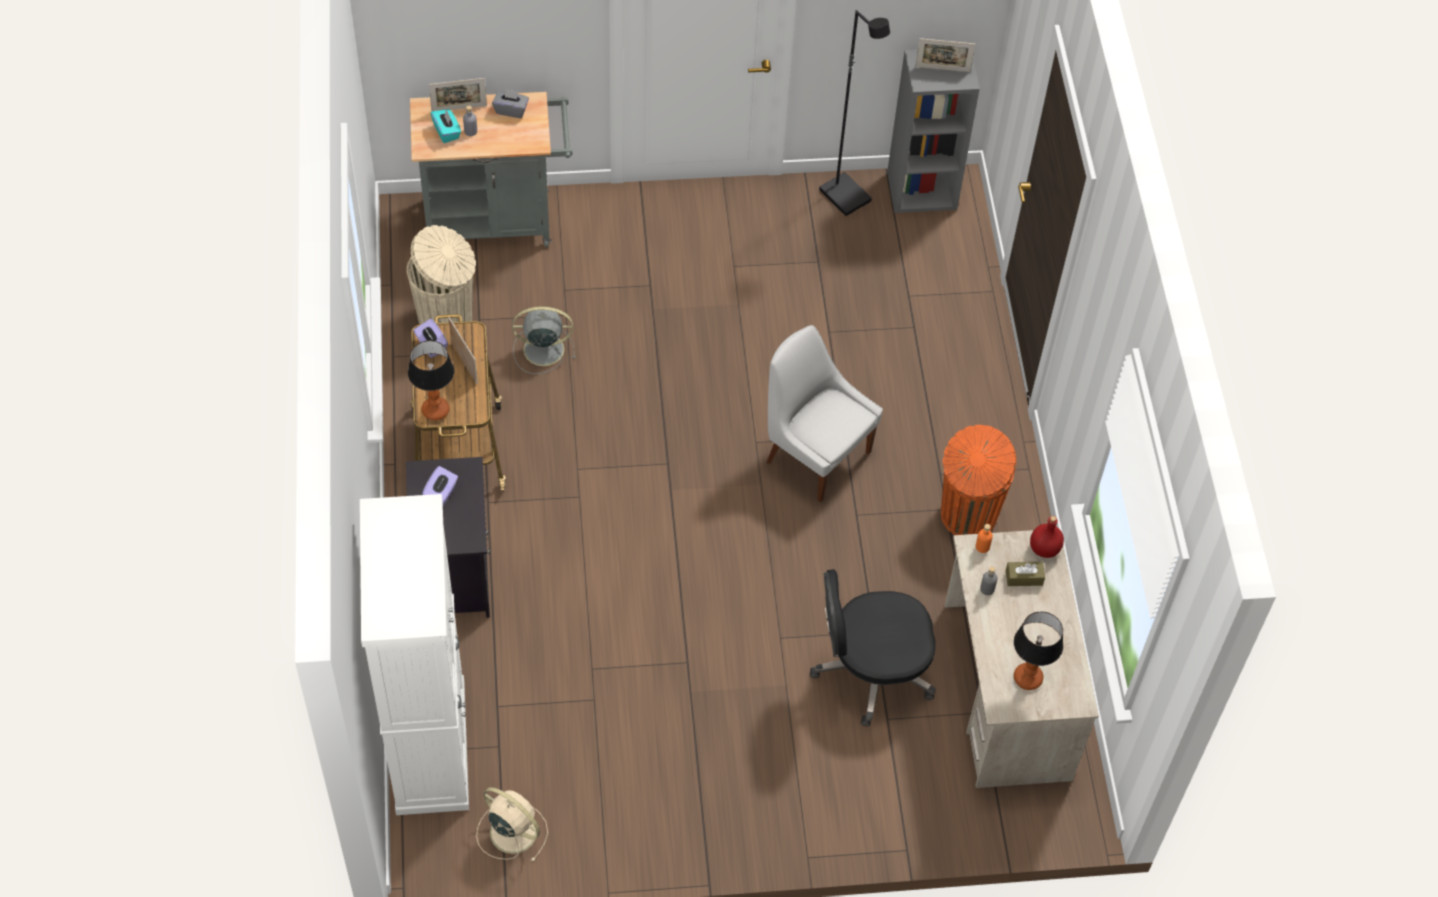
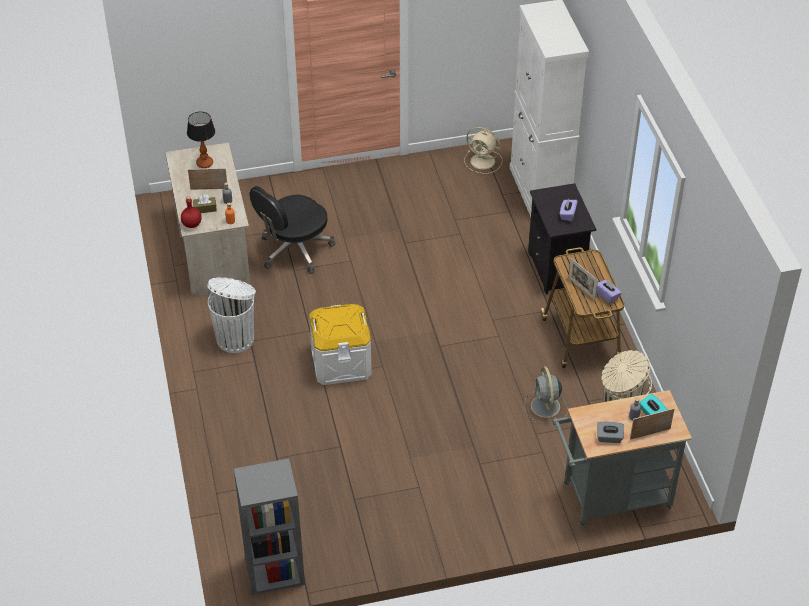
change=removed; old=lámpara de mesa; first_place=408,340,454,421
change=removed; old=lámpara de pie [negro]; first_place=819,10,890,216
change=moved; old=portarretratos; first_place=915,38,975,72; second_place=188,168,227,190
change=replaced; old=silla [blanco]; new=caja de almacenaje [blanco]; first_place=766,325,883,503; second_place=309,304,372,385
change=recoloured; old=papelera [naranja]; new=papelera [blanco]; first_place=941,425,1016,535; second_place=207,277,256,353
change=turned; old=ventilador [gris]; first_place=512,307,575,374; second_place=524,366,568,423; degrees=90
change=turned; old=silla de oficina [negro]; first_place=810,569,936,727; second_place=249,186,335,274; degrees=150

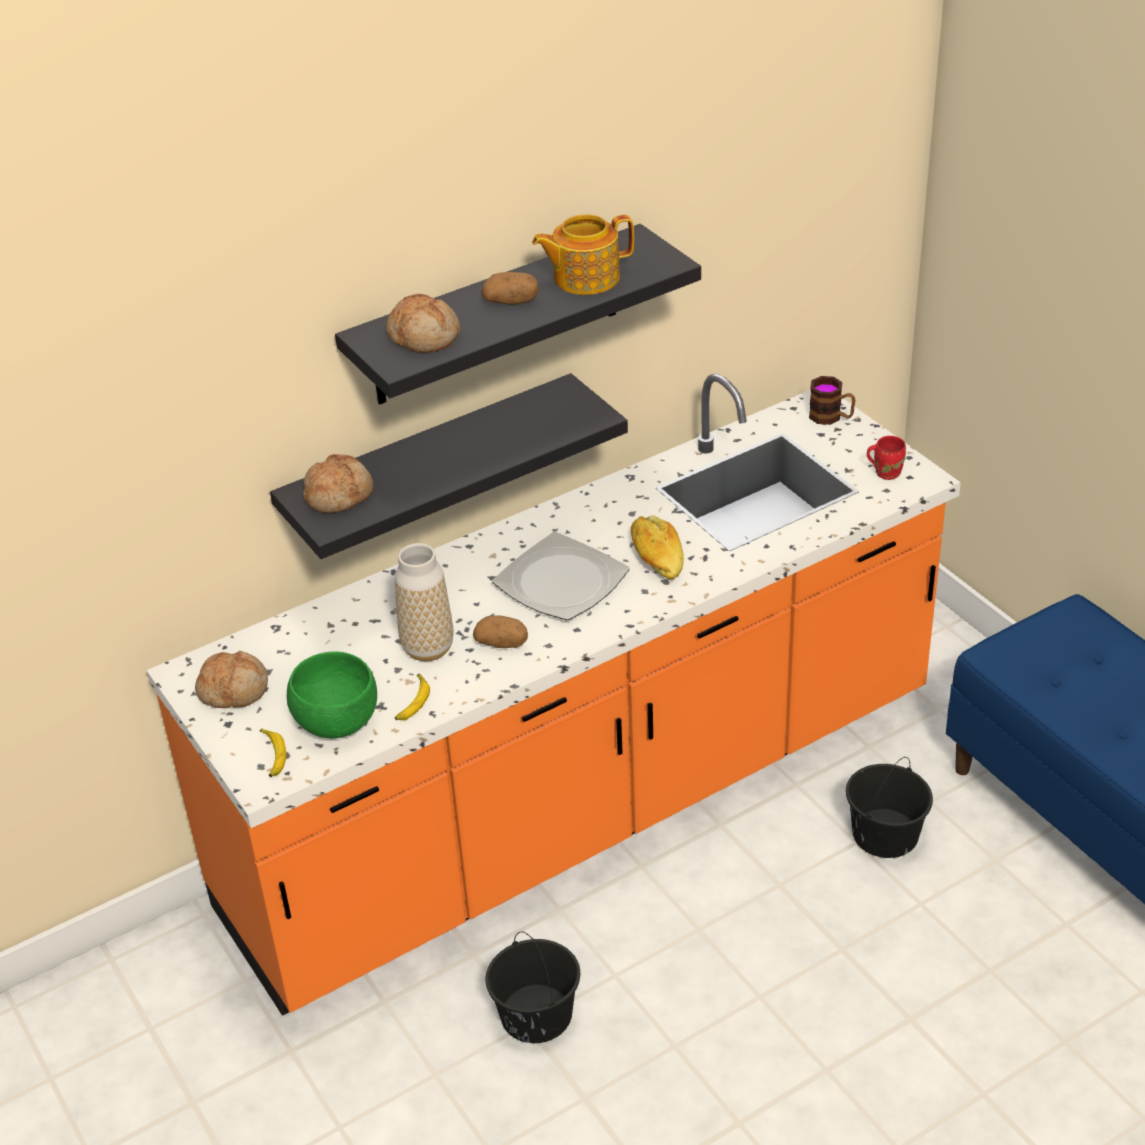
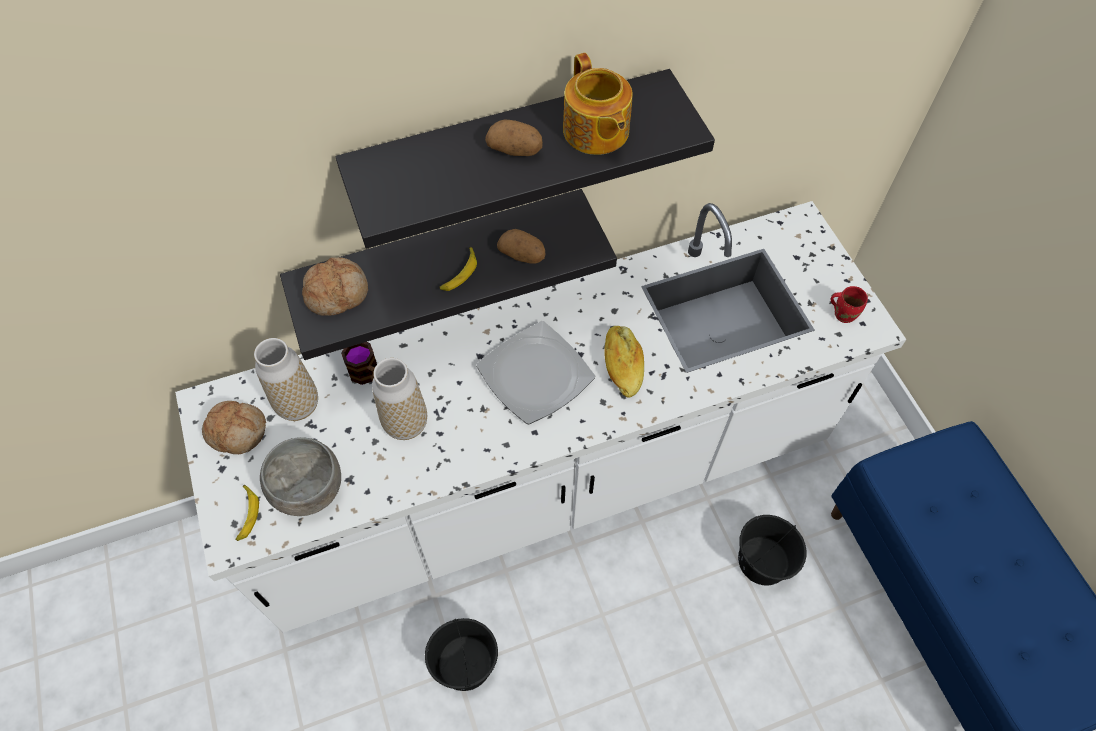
change=removed; old=pan; first_place=386,294,460,353
change=added; new=florero; second_place=254,338,318,421
change=moved; old=plátano; first_place=395,674,430,720; second_place=439,247,477,291
change=moved; old=patata; first_place=473,615,528,648; second_place=497,229,546,264
change=moved; old=taza grande; first_place=809,376,856,425; second_place=341,342,377,385
change=recoloured; old=mueble bajo de cocina [naranja]; new=mueble bajo de cocina [blanco]; first_place=146,374,961,1016; second_place=175,201,906,633
change=recoloured; old=cuenco [verde]; new=cuenco [gris]; first_place=287,652,377,738; second_place=260,437,341,516
change=turned; old=tetera; first_place=532,214,634,295; second_place=563,53,633,155; degrees=-105

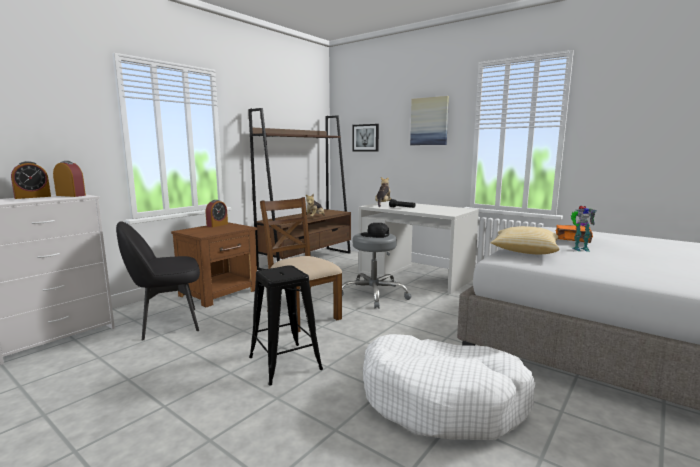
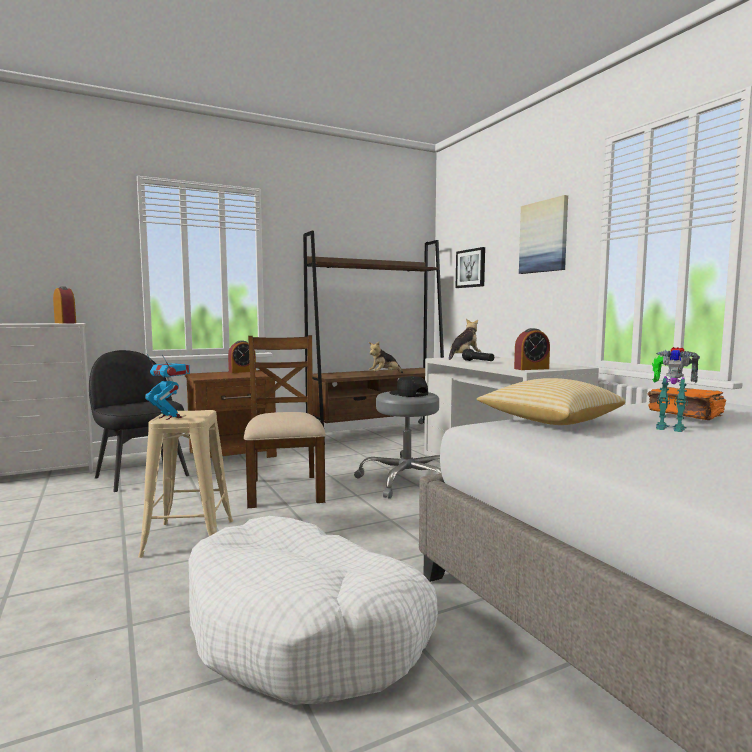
change=added; new=robot de juguete; second_place=145,354,190,420
change=moved; old=despertador; first_place=11,161,51,199; second_place=514,328,550,370
change=recoloured; old=taburete [negro]; new=taburete [beis]; first_place=249,265,323,386; second_place=138,410,233,558
change=turned; old=silla [negro]; first_place=116,221,200,341; second_place=89,350,189,492; degrees=45

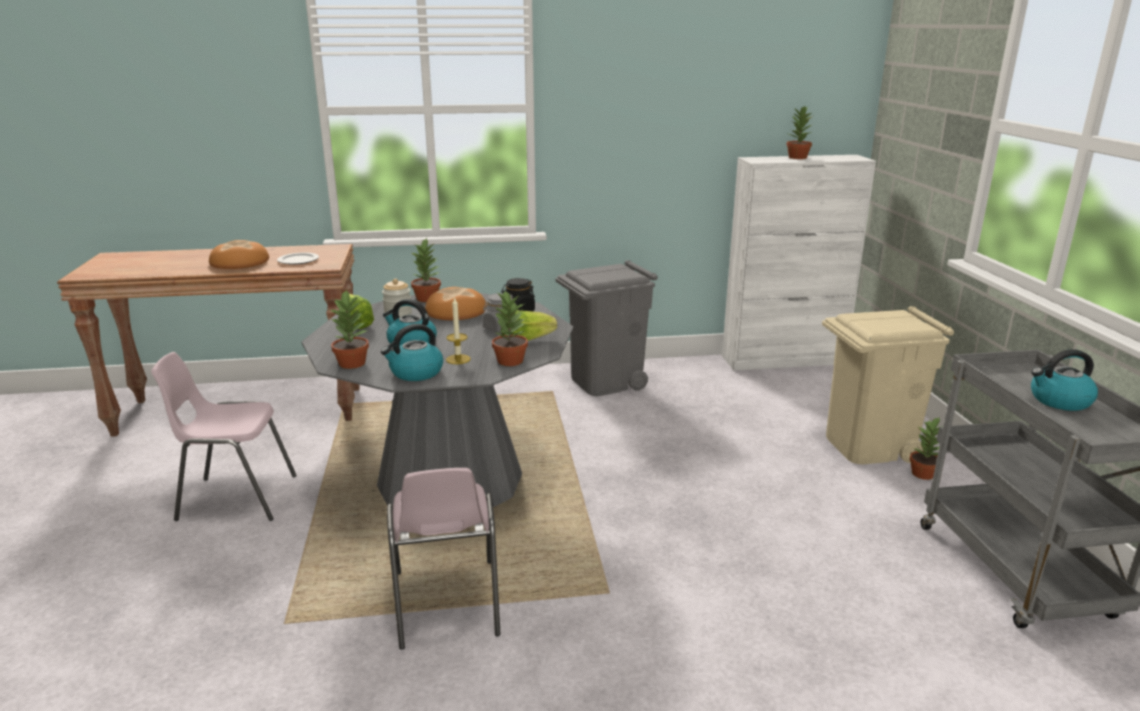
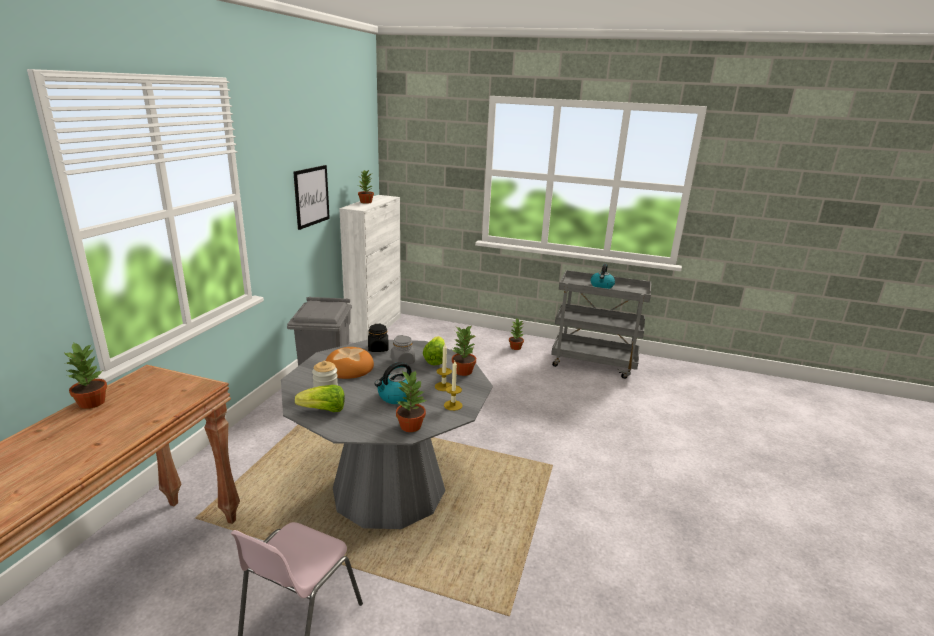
change=removed; old=pan; first_place=209,240,269,269
change=removed; old=plato; first_place=277,252,319,265
change=removed; old=silla [rosa]; first_place=387,468,500,650
change=removed; old=papelera [beis]; first_place=822,306,954,464
change=added; new=cuadro; second_place=293,165,330,230
change=moved; old=planta en maceta; first_place=410,238,441,302; second_place=63,342,107,409
change=replaced; old=hervidor; new=vela; first_place=381,324,443,381; second_place=444,361,463,411

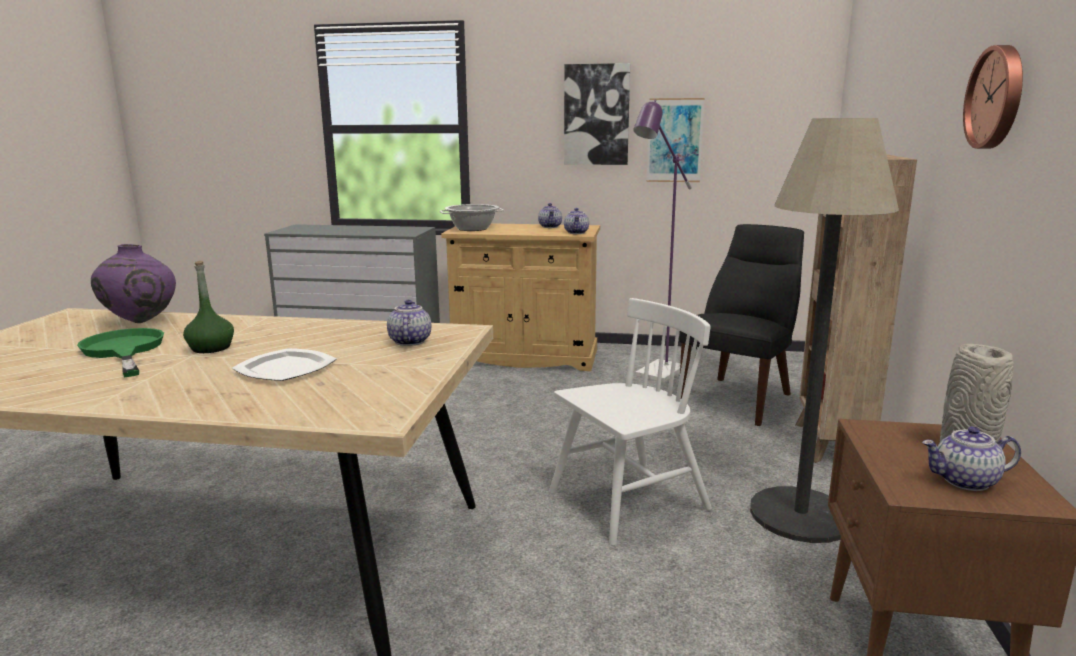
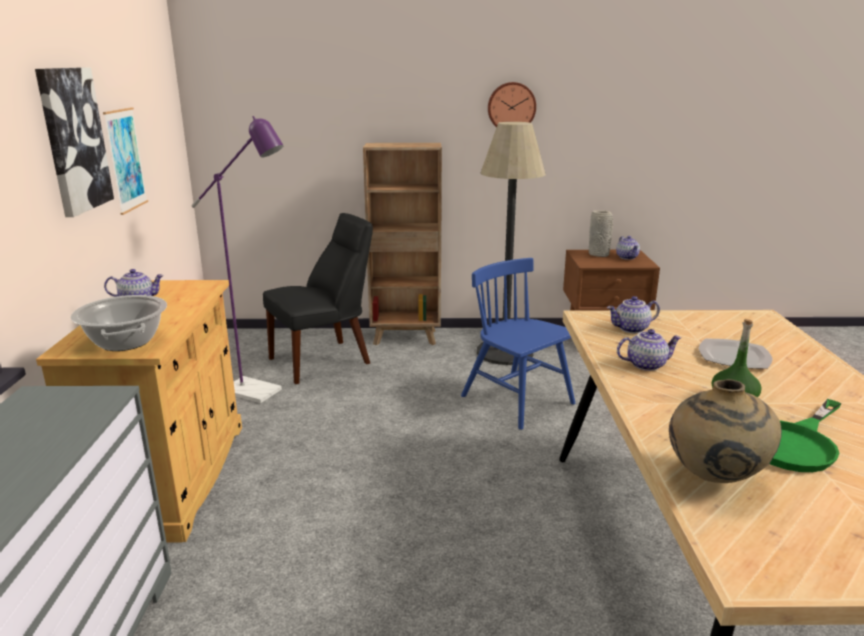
change=moved; old=tetera; first_place=564,208,589,234; second_place=617,329,681,371
change=recoloured; old=florero [morado]; new=florero [beis]; first_place=91,244,176,323; second_place=669,379,782,483
change=recoloured; old=silla [blanco]; new=silla [azul]; first_place=549,298,712,546; second_place=461,258,575,430
change=turned; old=silla [negro]; first_place=679,224,804,426; second_place=263,213,373,384; degrees=120

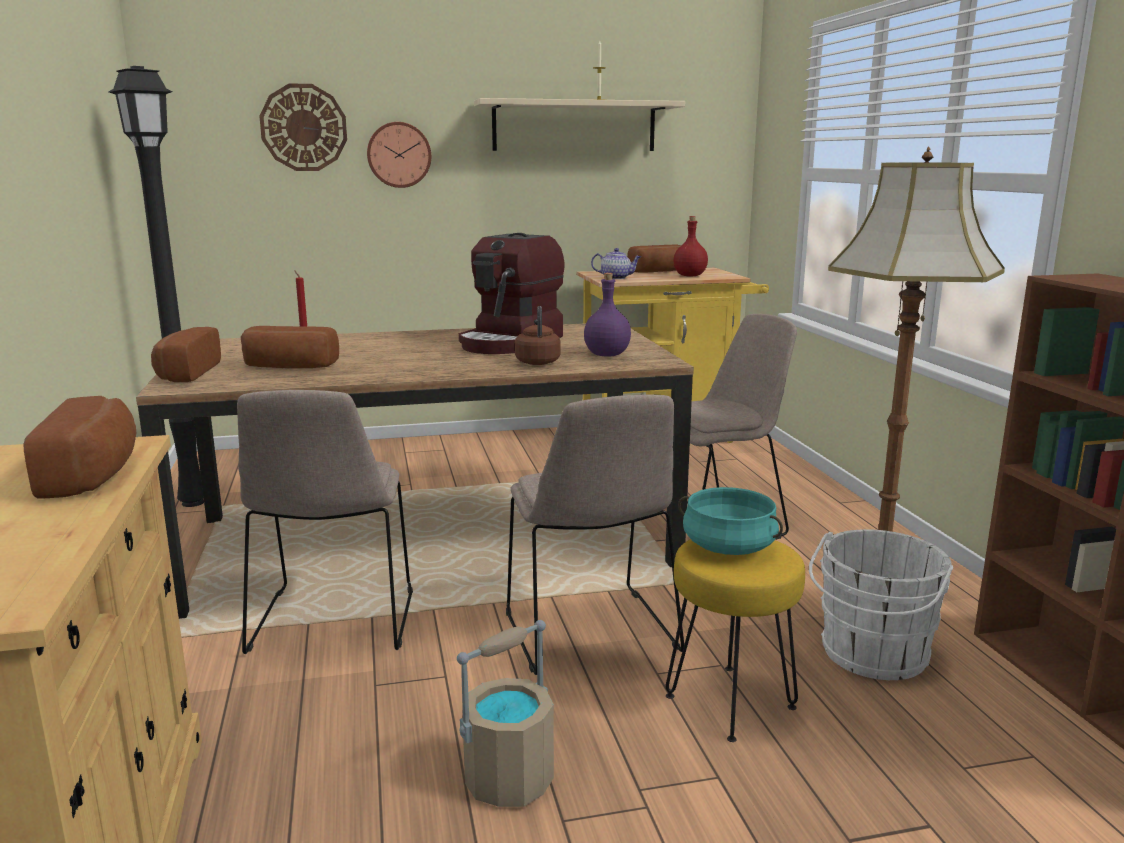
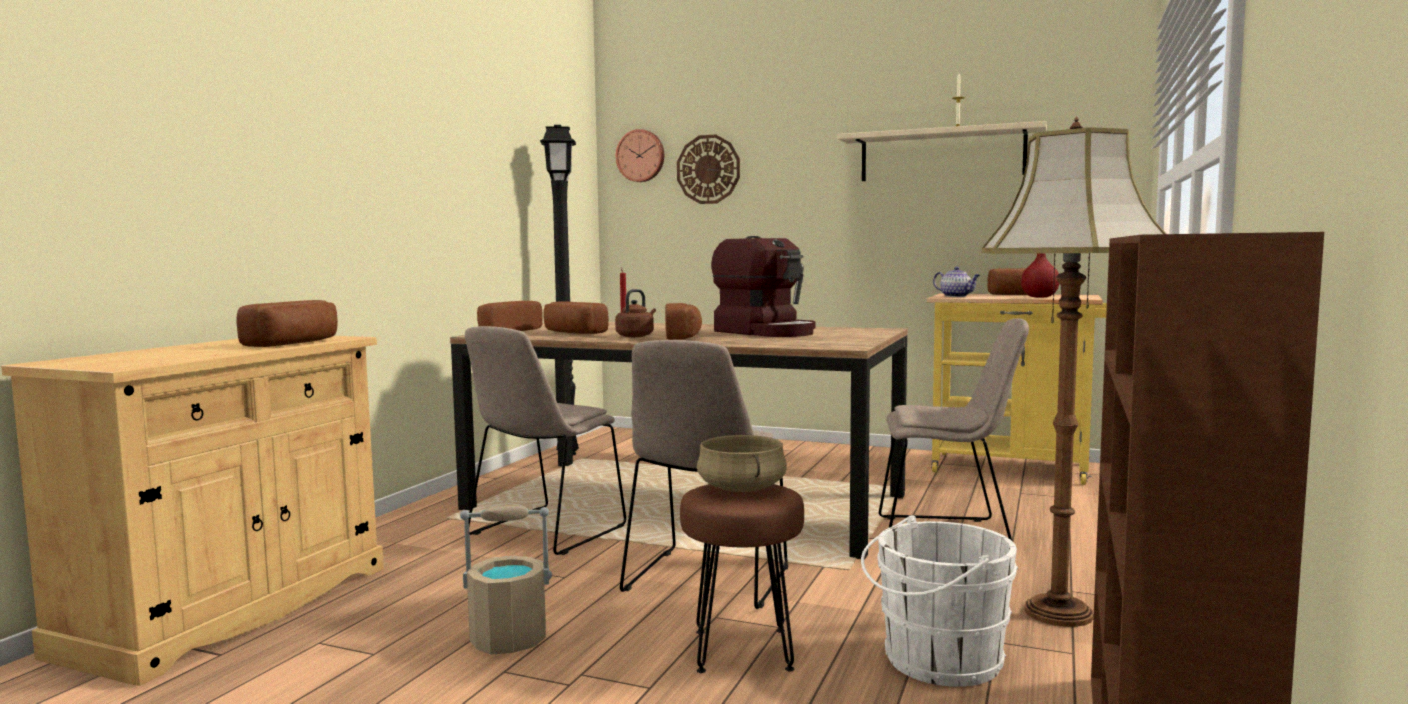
change=removed; old=botella [morado]; first_place=584,273,631,357
change=added; new=pan; second_place=665,303,702,340
change=moved; old=reloj de pared; first_place=367,122,431,188; second_place=616,129,664,182
change=moved; old=hervidor [marrón]; first_place=515,306,560,365; second_place=615,289,656,337
change=recoloured; old=taburete [amarillo]; new=taburete [marrón]; first_place=666,539,805,742; second_place=680,484,804,673
change=recoloured; old=olla [turquesa]; new=olla [beis]; first_place=678,487,783,555; second_place=697,435,787,492
change=turned; old=cafetera; first_place=459,233,565,354; second_place=711,236,815,337; degrees=-105

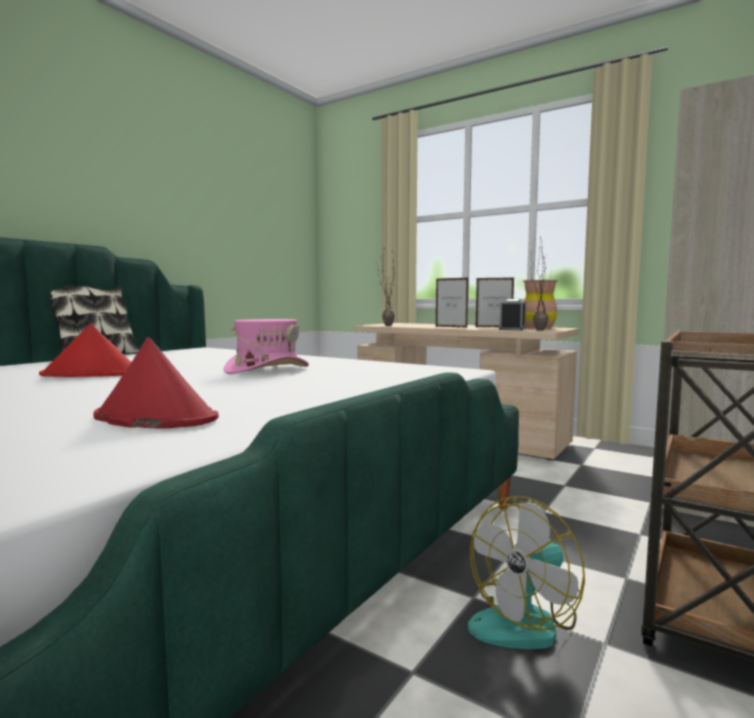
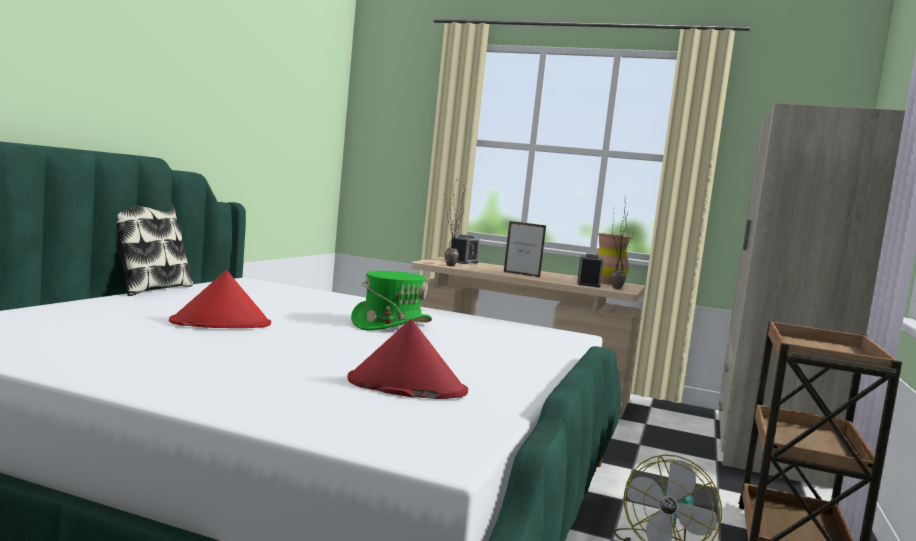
change=removed; old=portarretratos; first_place=476,277,514,328
change=added; new=despertador; second_place=451,235,480,264
change=recoloured; old=sombrero [rosa]; new=sombrero [verde]; first_place=224,319,309,374; second_place=351,271,432,331

